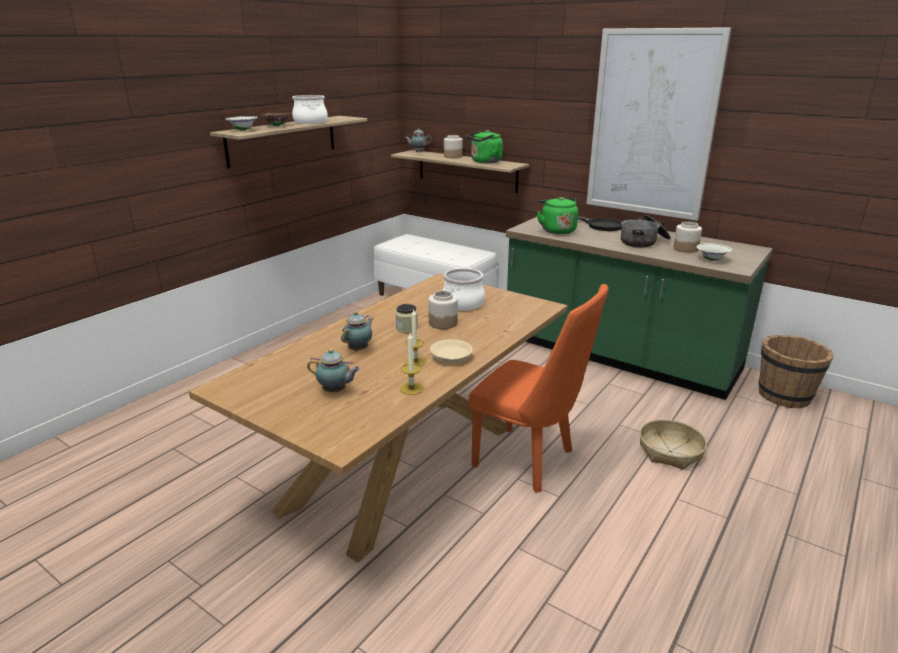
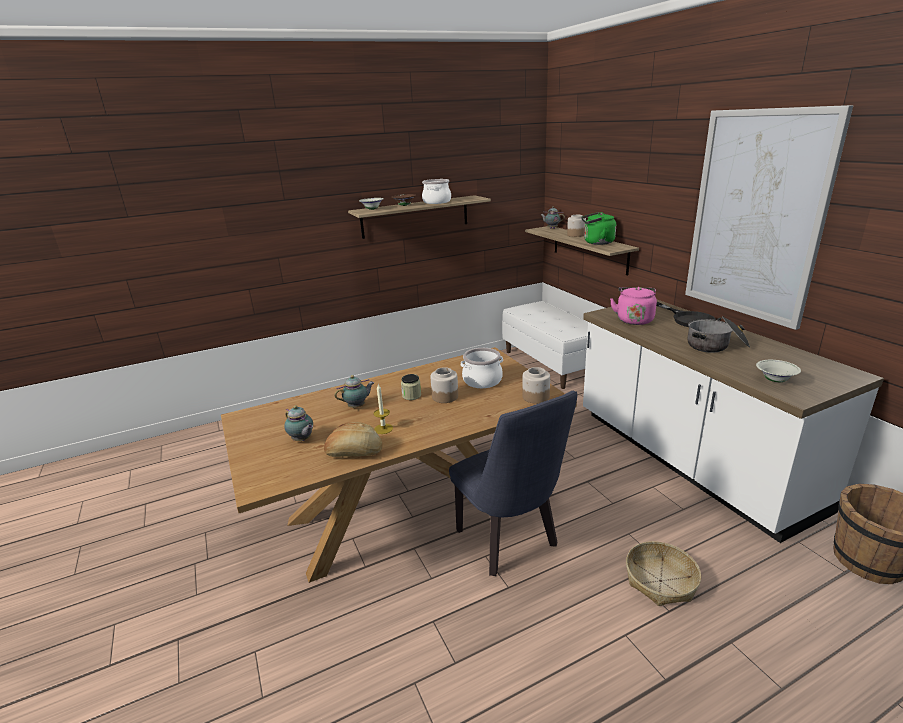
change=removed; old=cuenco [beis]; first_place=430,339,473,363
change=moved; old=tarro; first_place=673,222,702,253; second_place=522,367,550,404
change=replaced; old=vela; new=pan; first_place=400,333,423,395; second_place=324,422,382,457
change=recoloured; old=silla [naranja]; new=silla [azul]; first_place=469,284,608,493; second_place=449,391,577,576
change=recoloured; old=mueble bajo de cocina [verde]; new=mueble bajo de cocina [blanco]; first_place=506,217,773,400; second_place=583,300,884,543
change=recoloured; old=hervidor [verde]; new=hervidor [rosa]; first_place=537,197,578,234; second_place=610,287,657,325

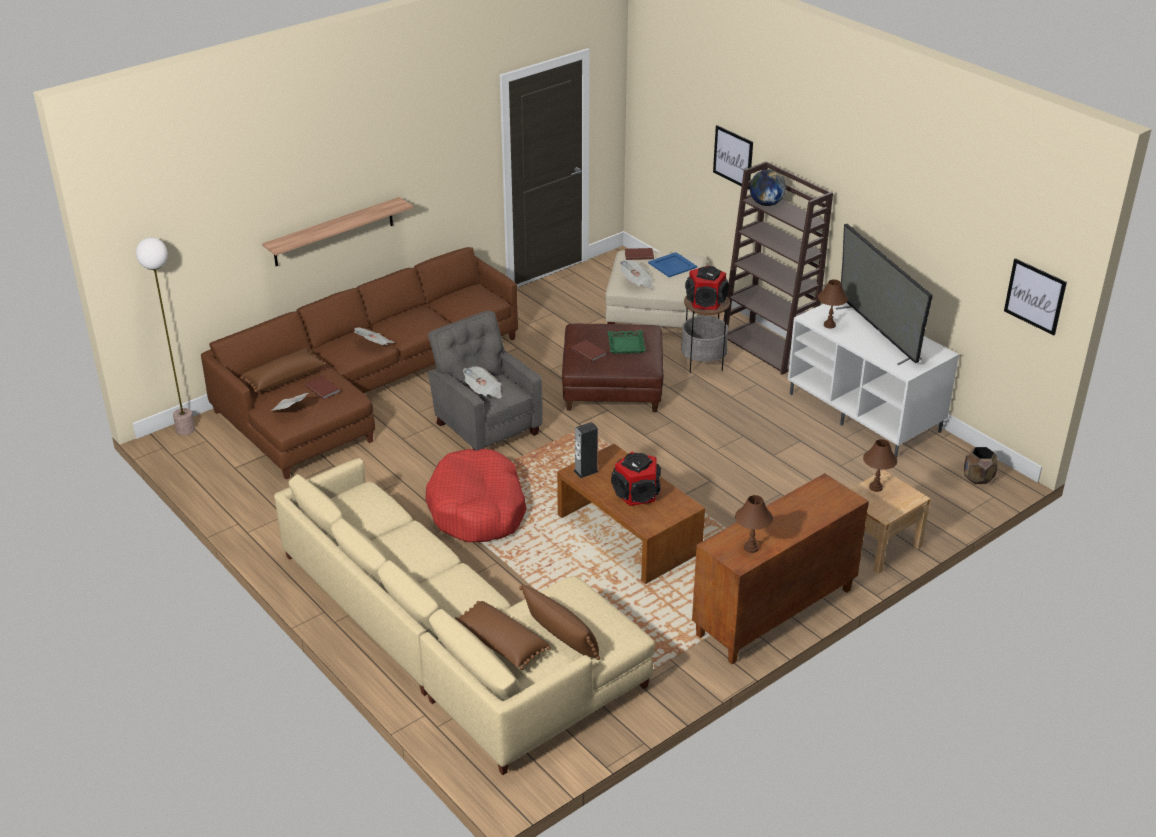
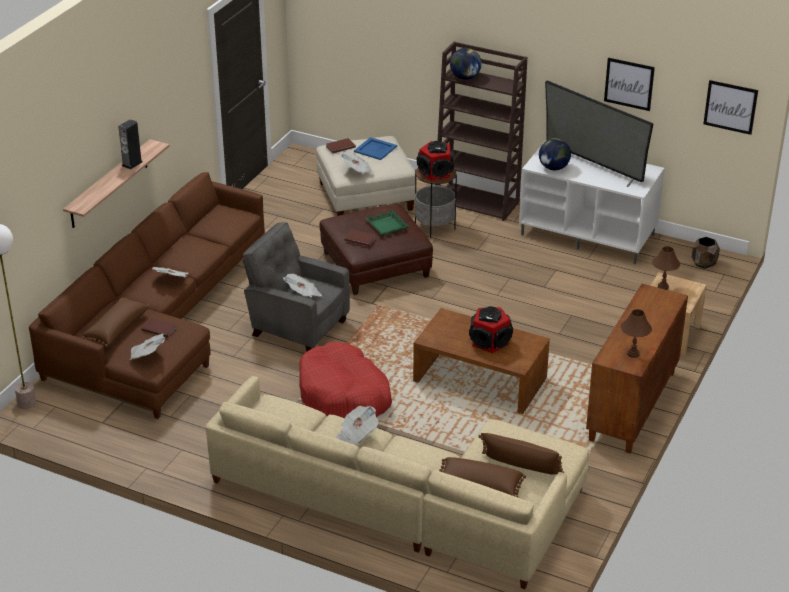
change=added; new=periódico; second_place=336,406,378,446
change=moved; old=altavoz; first_place=574,422,599,478; second_place=118,119,143,169
change=moved; old=cuadro; first_place=713,125,753,190; second_place=604,58,655,111
change=replaced; old=lámpara de mesa [marrón]; new=globo terráqueo; first_place=818,279,848,329; second_place=539,138,571,170

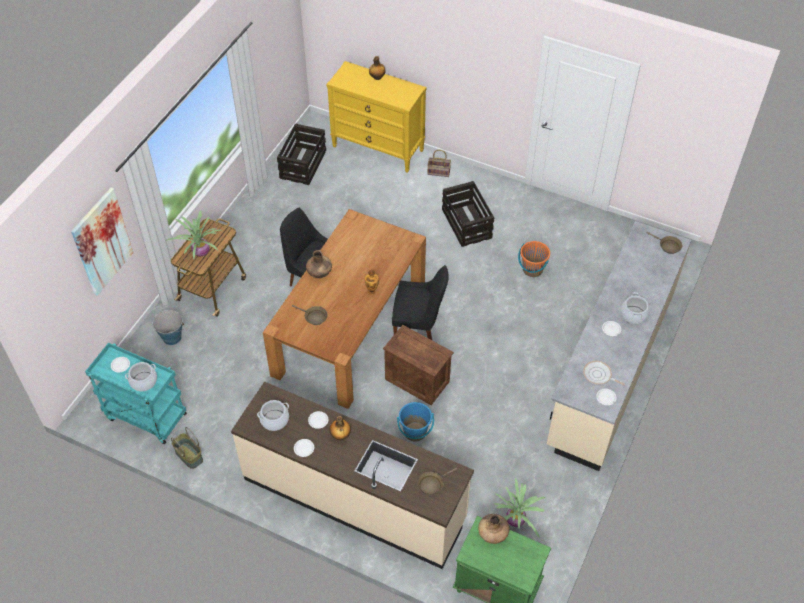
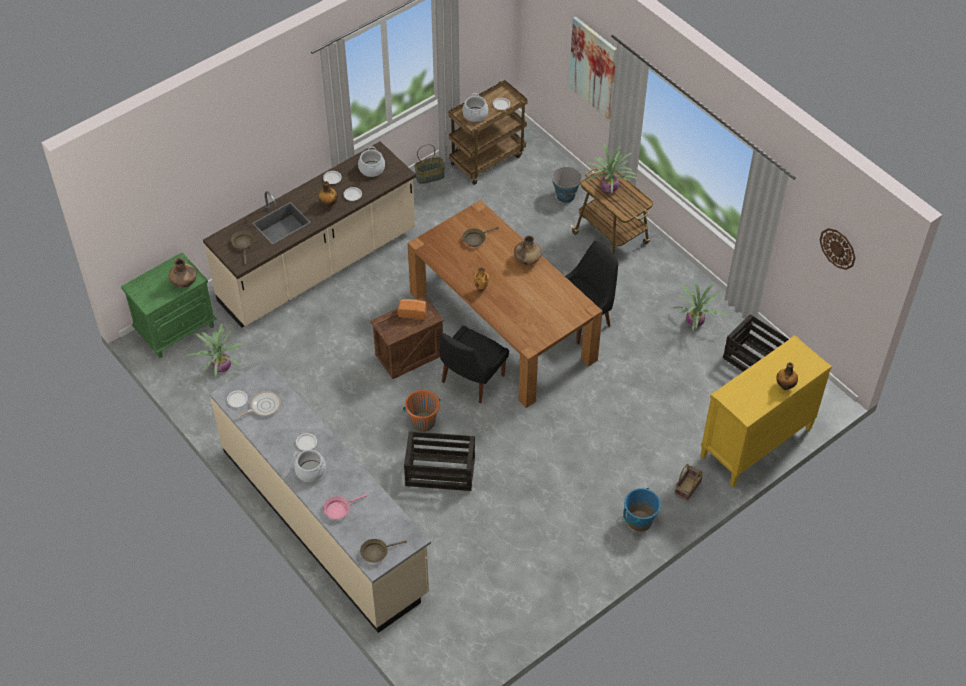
change=added; new=sartén [rosa]; second_place=323,494,367,519
change=added; new=pan; second_place=398,299,426,320
change=added; new=planta en maceta; second_place=671,282,730,332
change=added; new=reloj de pared; second_place=820,228,856,270
change=moved; old=cubo [azul]; first_place=397,402,434,442; second_place=623,488,661,532
change=moved; old=caja de embalaje; first_place=442,181,494,247; second_place=404,431,475,491
change=moved; old=cubo [naranja]; first_place=518,241,550,277; second_place=403,390,441,432
change=recoloured; old=carrito [turquesa]; new=carrito [marrón]; first_place=85,343,187,444; second_place=448,80,528,185

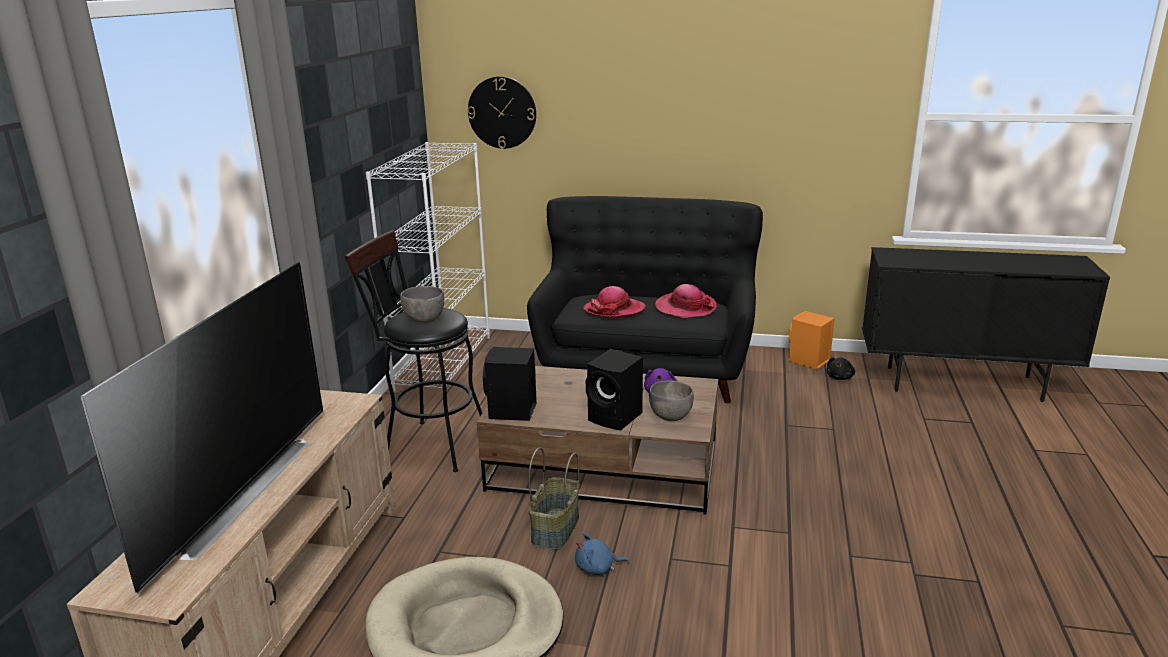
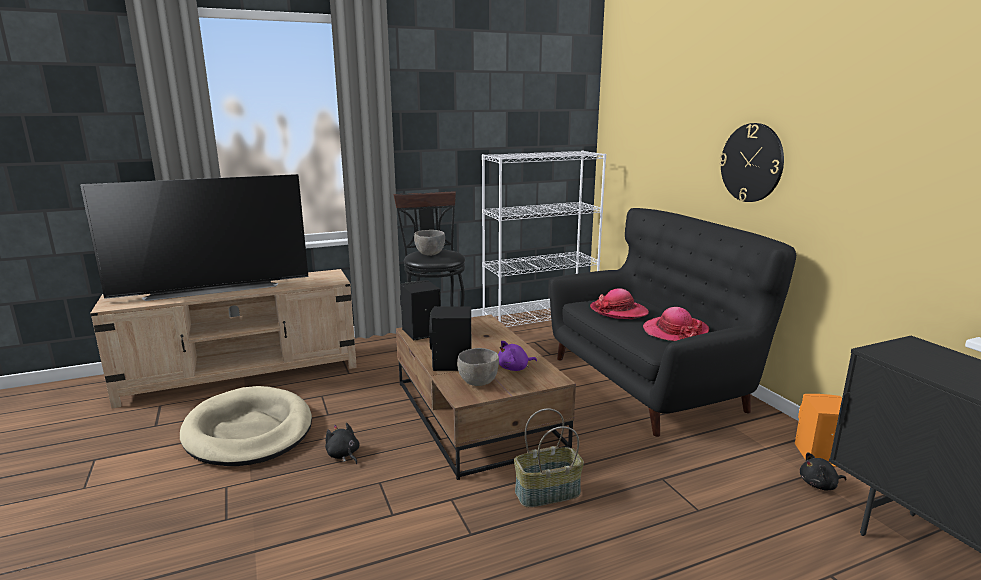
change=moved; old=reloj de pared; first_place=467,76,536,149; second_place=719,123,784,202
change=moved; old=cesta; first_place=528,447,580,550; second_place=514,408,584,507
change=recoloured; old=peluche [azul]; new=peluche [negro]; first_place=575,533,629,575; second_place=325,422,360,464

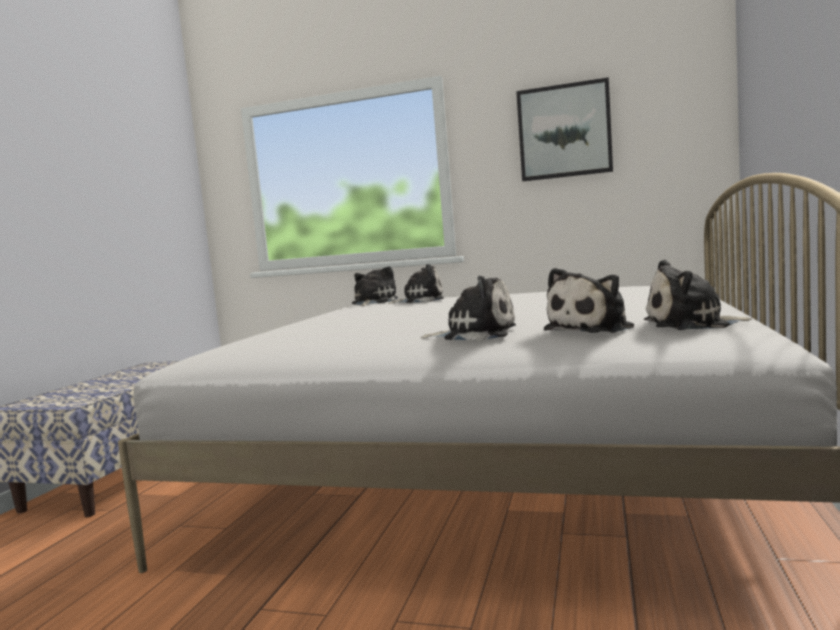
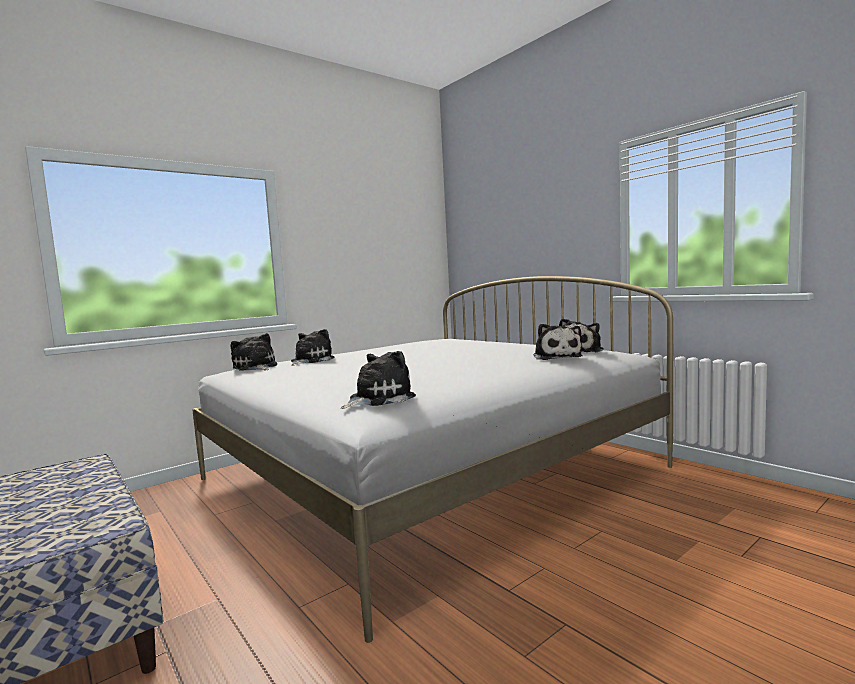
change=removed; old=cuadro; first_place=516,77,613,181
change=moved; old=peluche; first_place=421,276,516,341; second_place=341,351,416,409

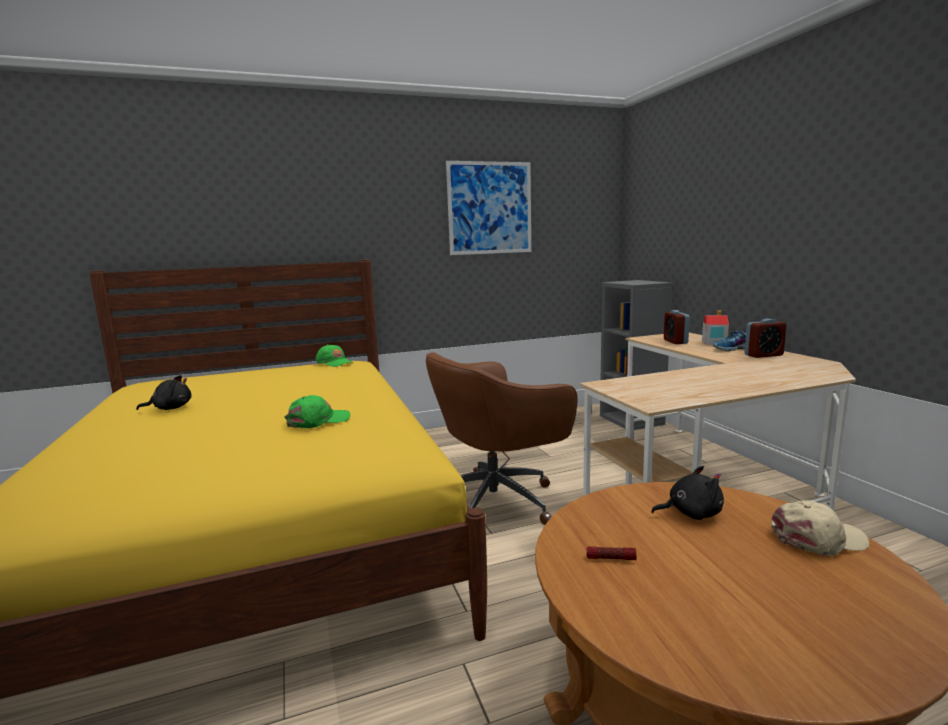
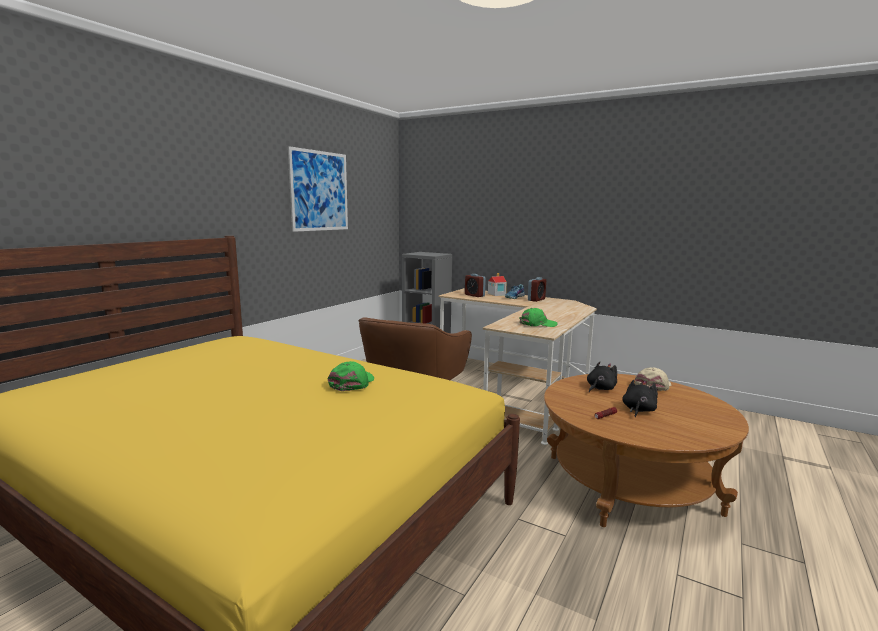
change=moved; old=peluche [negro]; first_place=136,375,192,410; second_place=622,380,658,417
change=moved; old=gorra [verde]; first_place=316,344,353,367; second_place=519,308,558,327

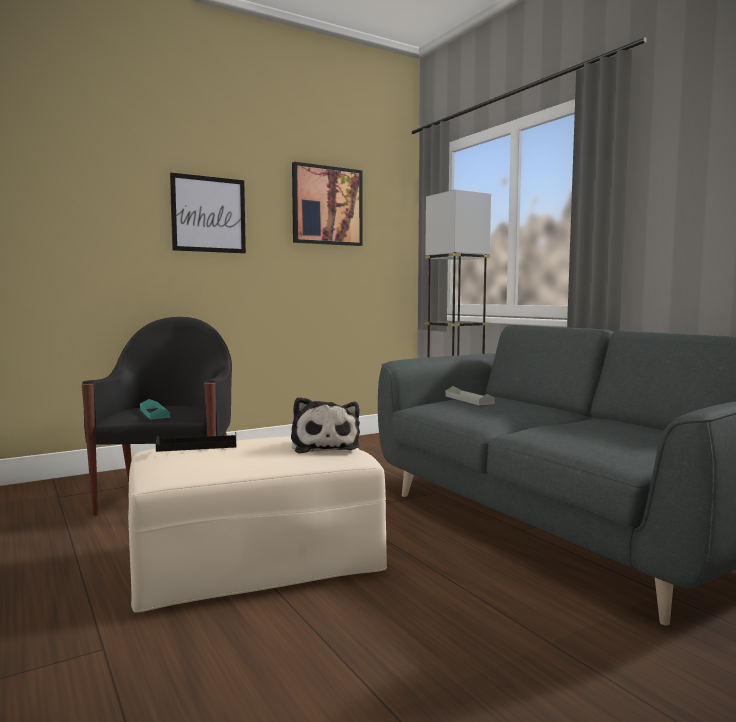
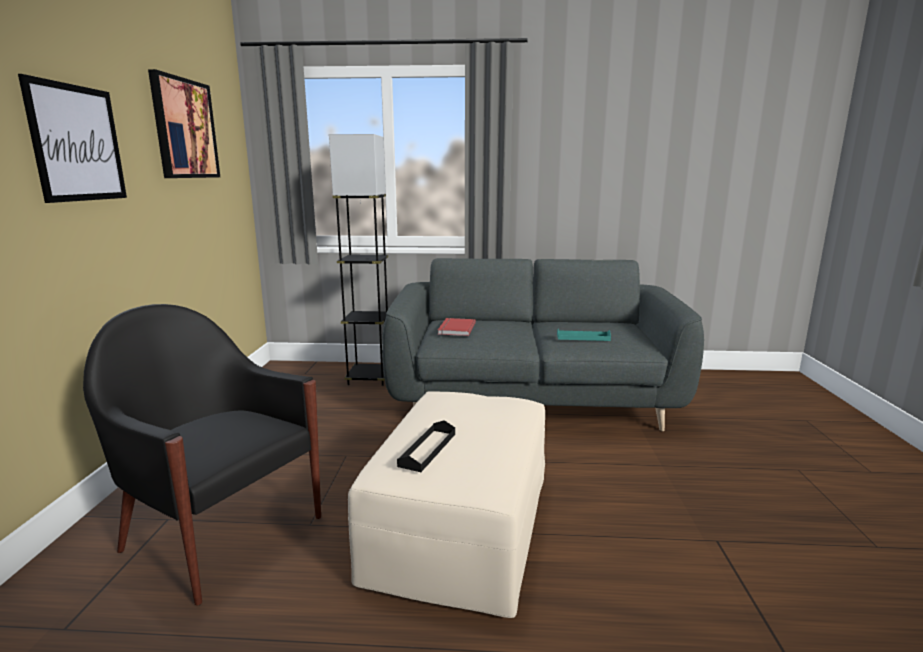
change=removed; old=peluche; first_place=291,397,360,453
change=moved; old=bandeja [turquesa]; first_place=140,399,170,420; second_place=557,329,611,341
change=replaced; old=bandeja [gris]; new=libro [rojo]; first_place=446,386,495,405; second_place=438,318,476,336

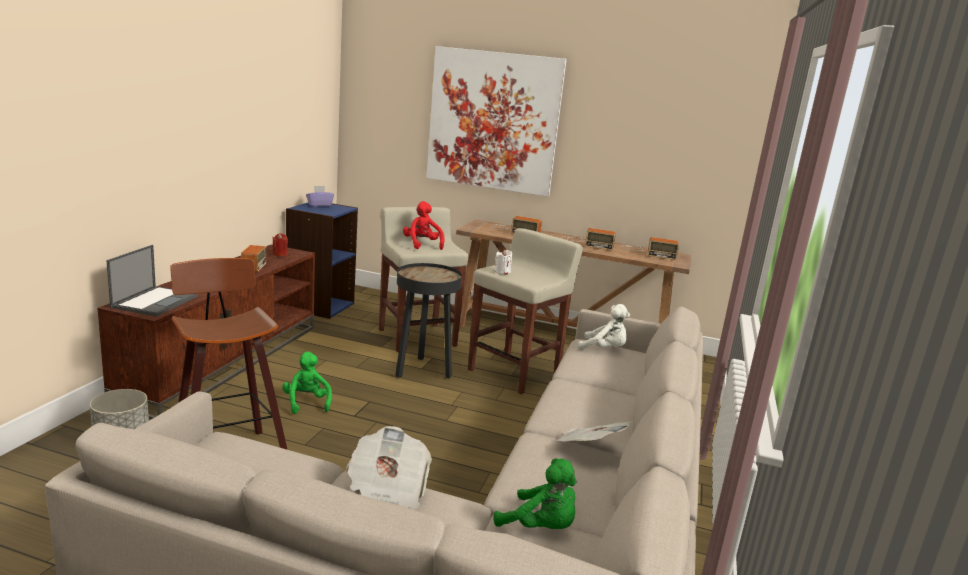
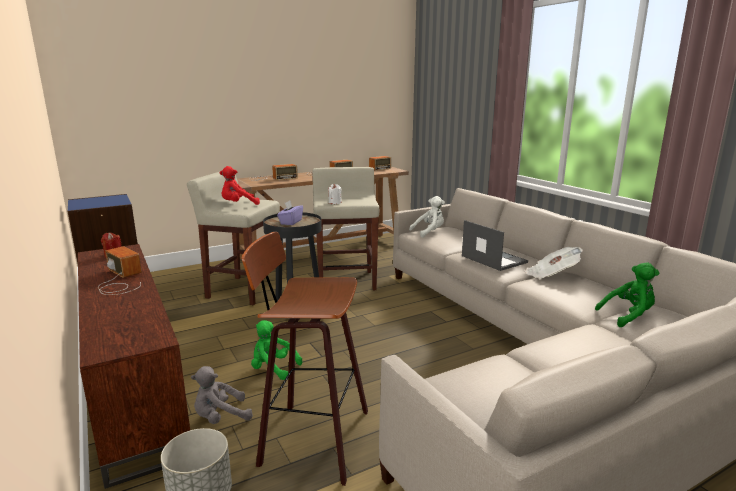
change=removed; old=periódico; first_place=346,426,432,509
change=removed; old=cuadro; first_place=426,46,567,196
change=added; new=peluche [gris]; second_place=191,366,253,424
change=moved; old=portátil; first_place=106,245,198,317; second_place=462,220,528,271
change=moved; old=caja de pañuelos [morado]; first_place=306,186,334,207; second_place=277,201,303,225
change=turned; old=peluche [rojo]; first_place=403,201,444,250; second_place=219,166,260,205; degrees=-45

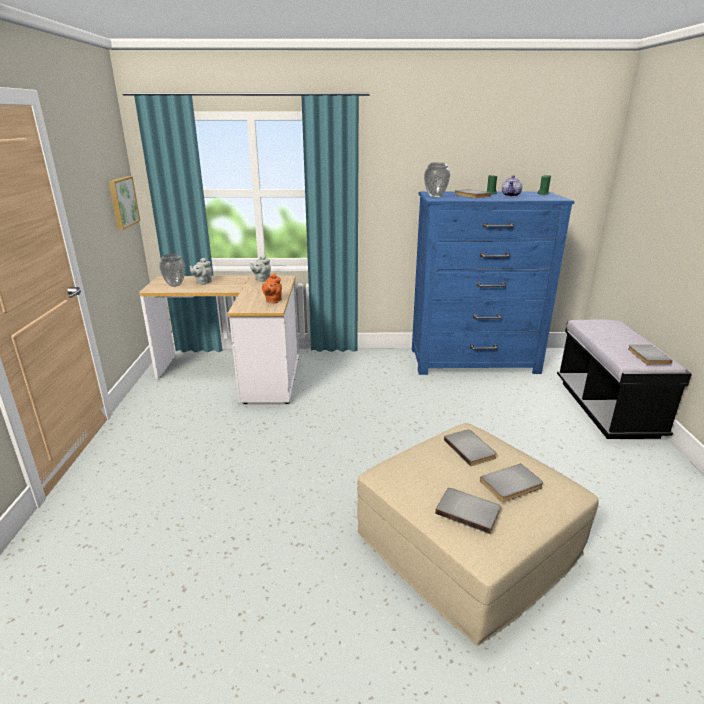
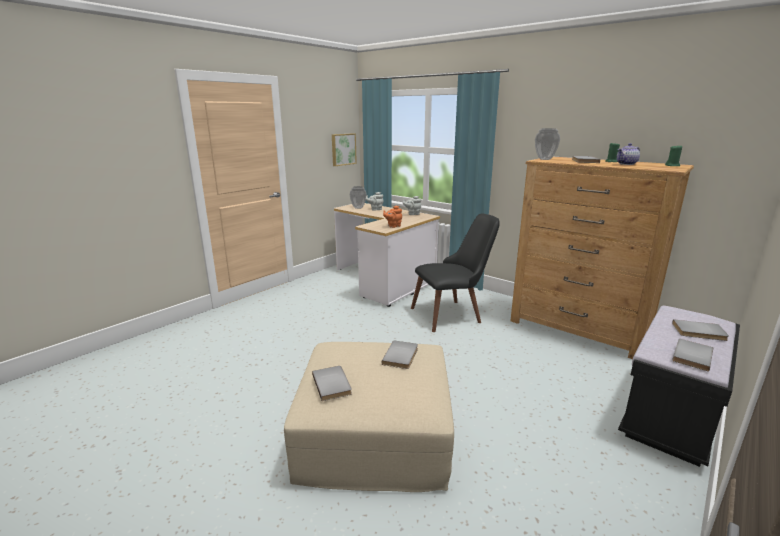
change=added; new=silla [negro]; second_place=411,214,500,332
change=moved; old=libro [gris]; first_place=480,463,543,502; second_place=672,319,729,341
change=recoloured; old=cómoda [azul]; new=cómoda [marrón]; first_place=412,191,574,375; second_place=510,157,694,359

